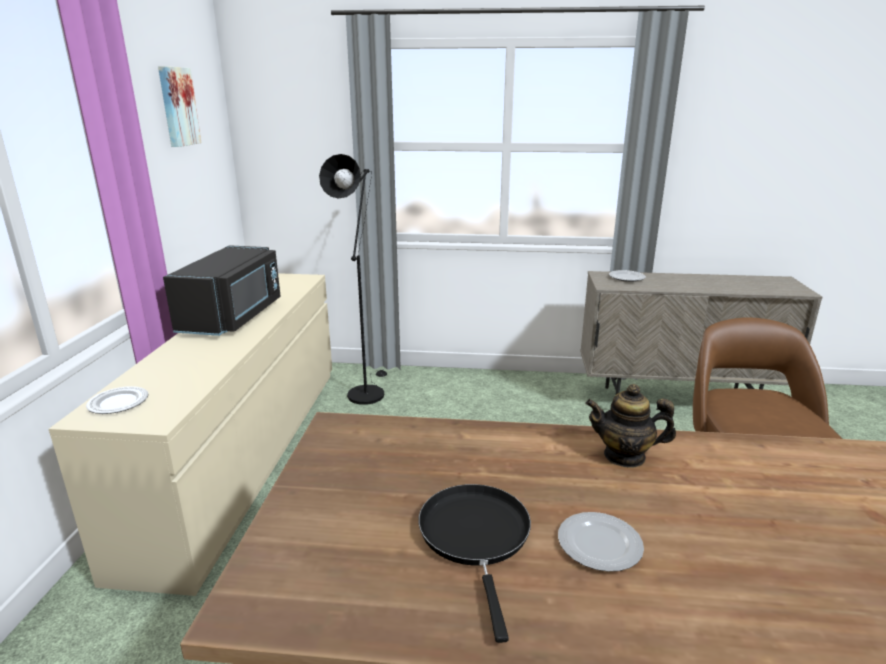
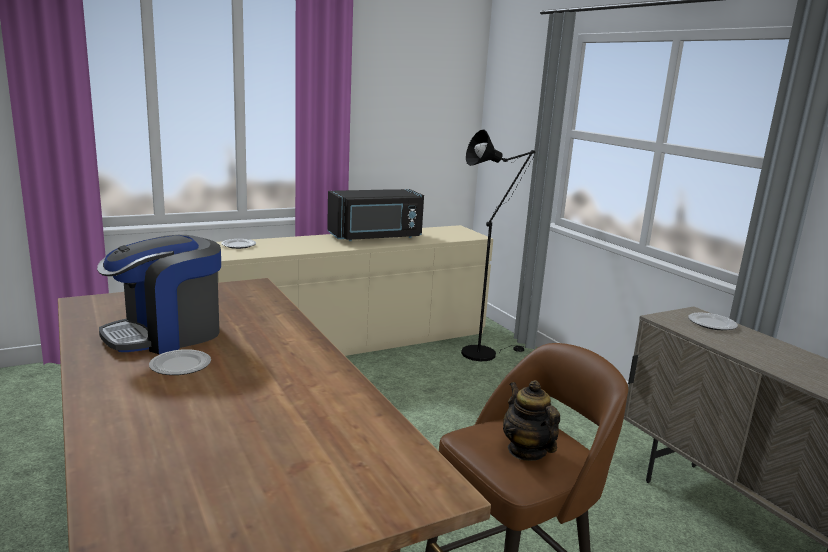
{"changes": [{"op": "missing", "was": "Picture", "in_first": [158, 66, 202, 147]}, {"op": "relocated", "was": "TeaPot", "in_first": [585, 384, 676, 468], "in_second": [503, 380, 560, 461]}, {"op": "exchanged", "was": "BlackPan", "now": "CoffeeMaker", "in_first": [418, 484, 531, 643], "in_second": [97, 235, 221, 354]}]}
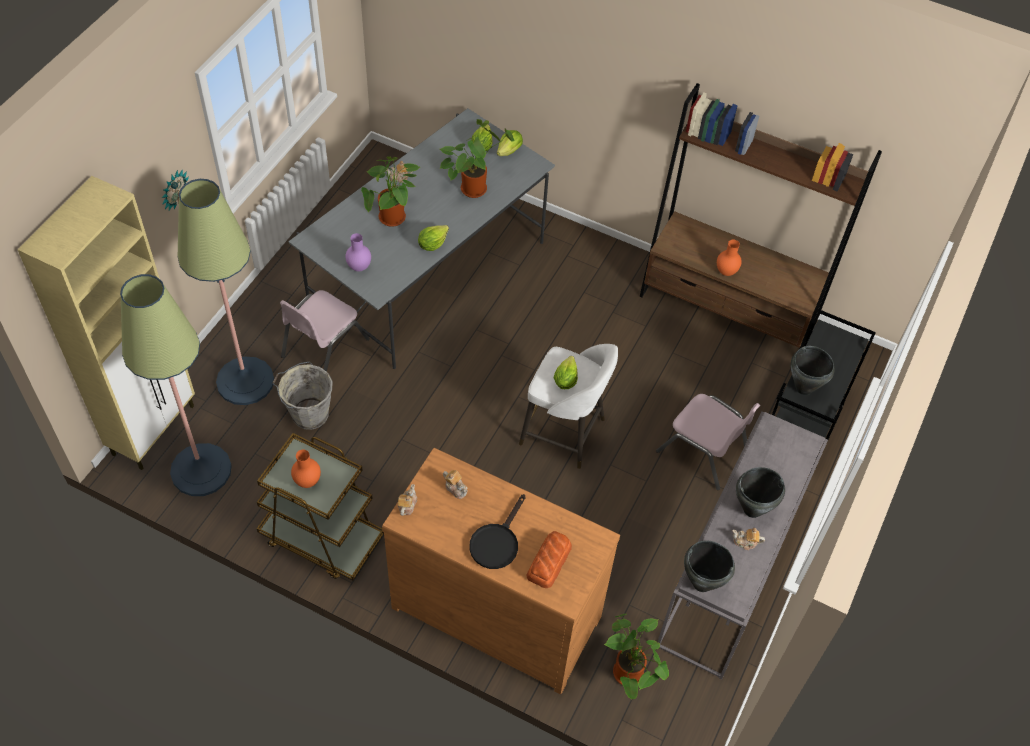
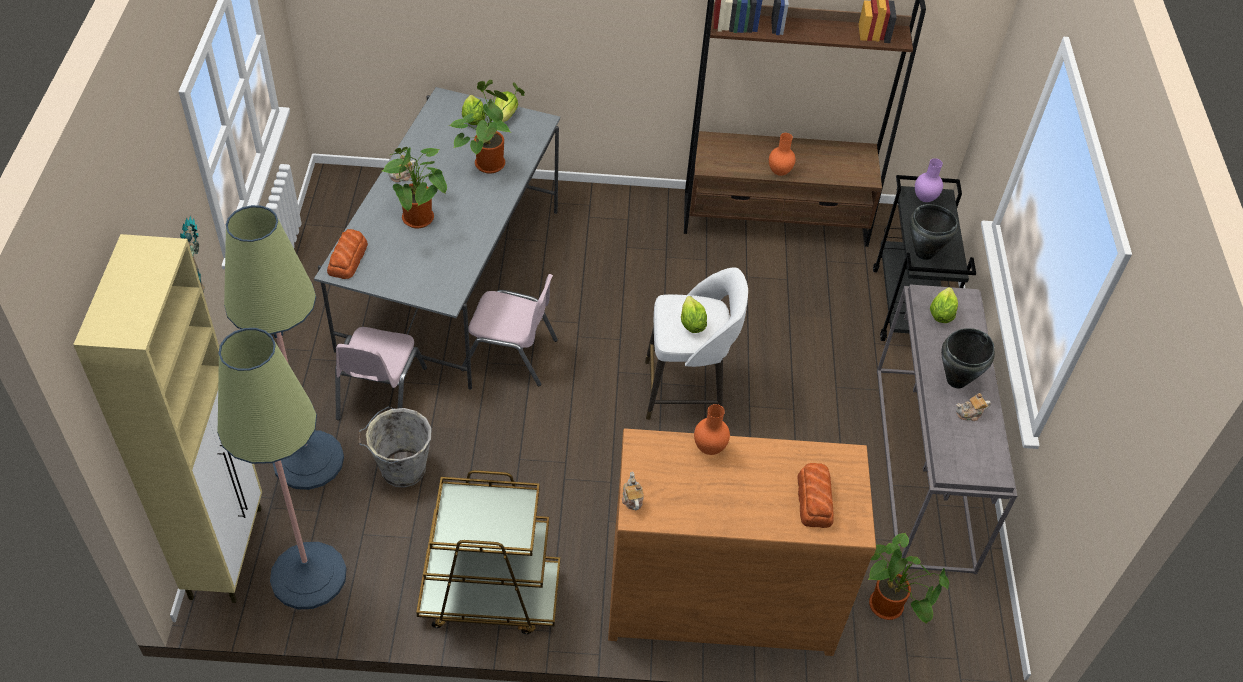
{"changes": [{"op": "relocated", "was": "LettuceHead", "in_first": [418, 225, 449, 251], "in_second": [930, 287, 958, 323]}, {"op": "relocated", "was": "PurpleColouredFlowerVase", "in_first": [345, 233, 371, 271], "in_second": [915, 158, 943, 202]}, {"op": "relocated", "was": "PinkishPlainChair", "in_first": [656, 394, 760, 490], "in_second": [461, 274, 558, 386]}, {"op": "relocated", "was": "OrangeyFlowerVase", "in_first": [291, 449, 321, 488], "in_second": [694, 404, 730, 455]}, {"op": "missing", "was": "TeaPot", "in_first": [443, 470, 468, 499]}, {"op": "missing", "was": "BlackPan", "in_first": [469, 494, 526, 569]}, {"op": "missing", "was": "BlackStockpot", "in_first": [684, 540, 735, 592]}, {"op": "appeared", "now": "BakeryBread", "in_second": [327, 229, 368, 279]}]}
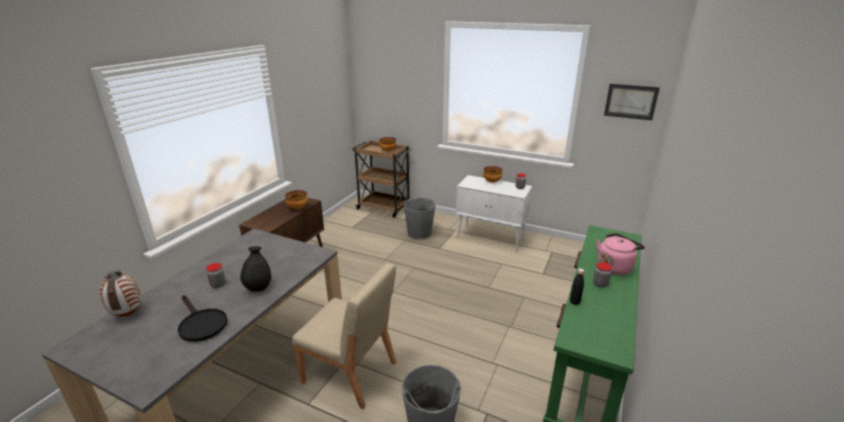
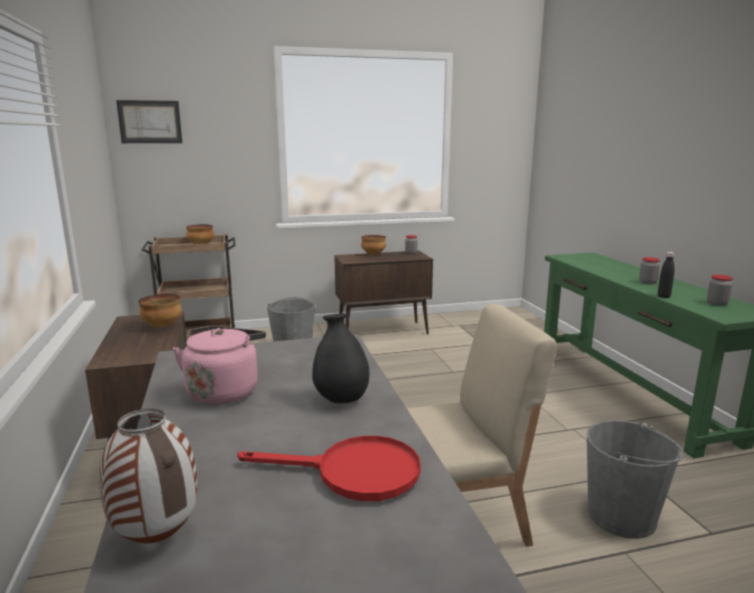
{"changes": [{"op": "relocated", "was": "Picture", "in_first": [604, 84, 660, 120], "in_second": [116, 100, 182, 143]}, {"op": "colour", "was": "WhitishCupboard", "now": "BrownishCupboard", "in_first": [456, 175, 532, 251], "in_second": [334, 251, 433, 335]}, {"op": "relocated", "was": "PinkishWaterKettle", "in_first": [596, 233, 645, 275], "in_second": [173, 326, 266, 405]}, {"op": "relocated", "was": "StorageJar", "in_first": [206, 263, 226, 288], "in_second": [707, 275, 733, 306]}, {"op": "colour", "was": "BlackPan", "now": "RedColouredPan", "in_first": [178, 295, 228, 342], "in_second": [237, 436, 421, 501]}]}
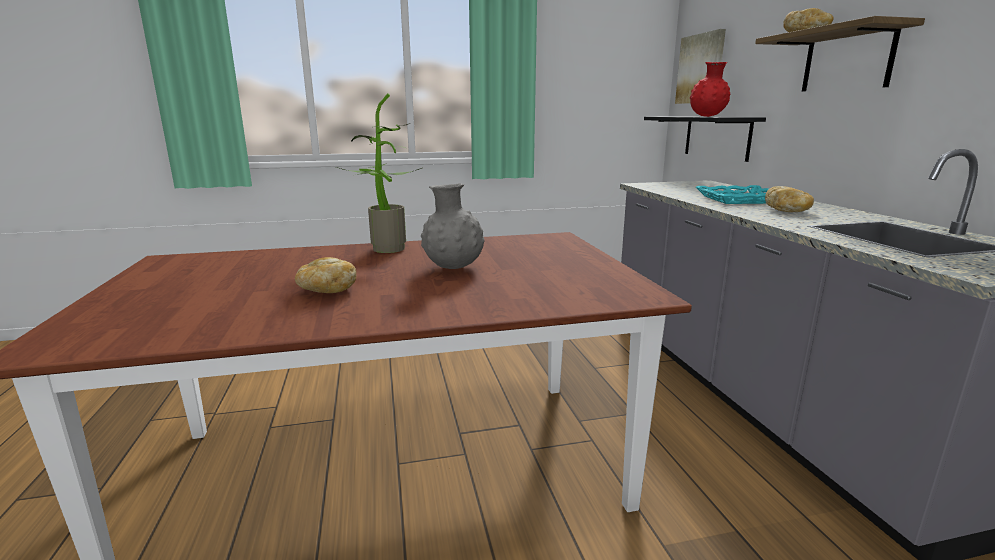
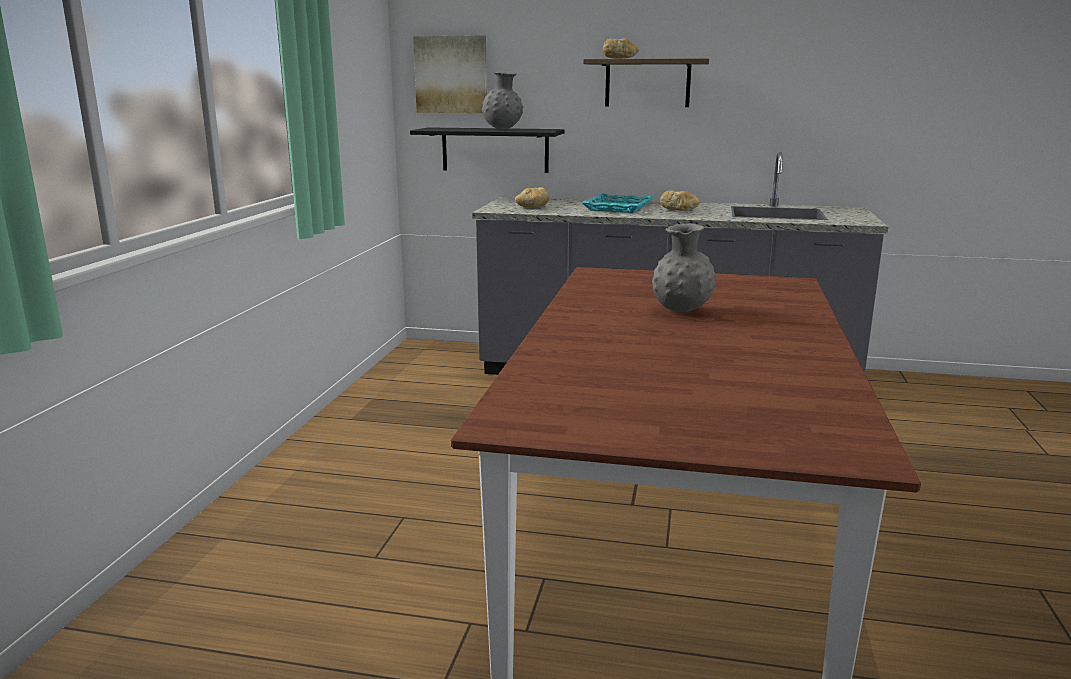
{"changes": [{"op": "colour", "was": "RedColouredFlowerVase", "now": "GrayFlowerVase", "in_first": [690, 62, 730, 117], "in_second": [482, 72, 523, 130]}, {"op": "missing", "was": "PlantInAPot", "in_first": [336, 93, 421, 253]}, {"op": "relocated", "was": "BakeryBread", "in_first": [295, 257, 356, 293], "in_second": [515, 187, 549, 208]}]}
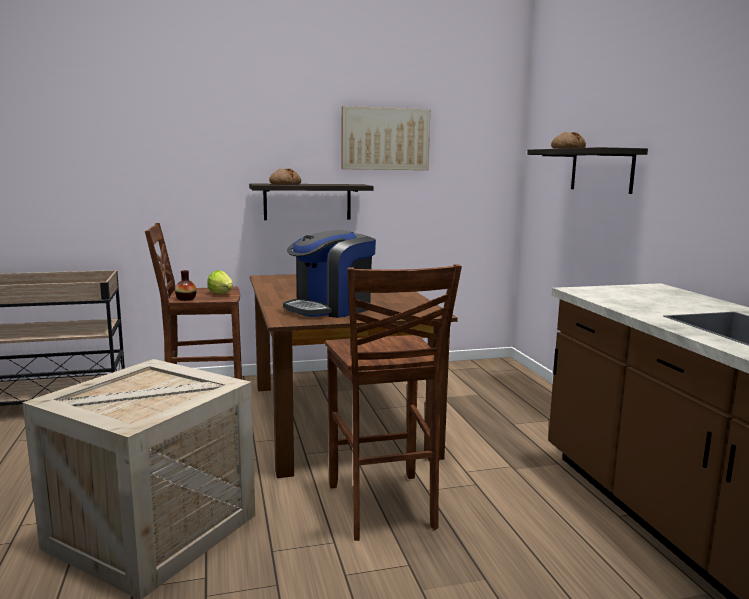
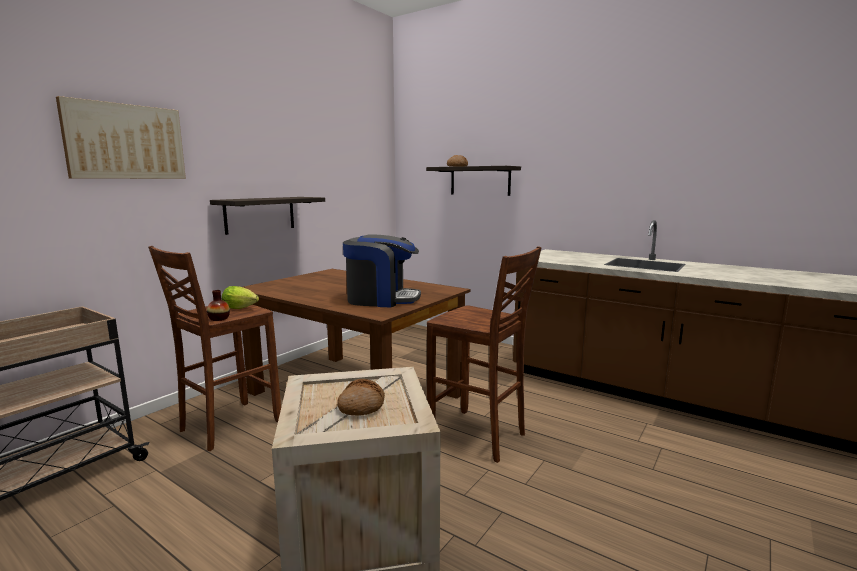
{"changes": [{"op": "relocated", "was": "Picture", "in_first": [341, 106, 430, 170], "in_second": [56, 96, 186, 179]}, {"op": "relocated", "was": "BakeryBread", "in_first": [269, 168, 301, 185], "in_second": [337, 379, 385, 416]}, {"op": "spun", "was": "CoffeeMaker", "in_first": [283, 230, 376, 318], "in_second": [343, 234, 421, 307], "clockwise": -90}]}
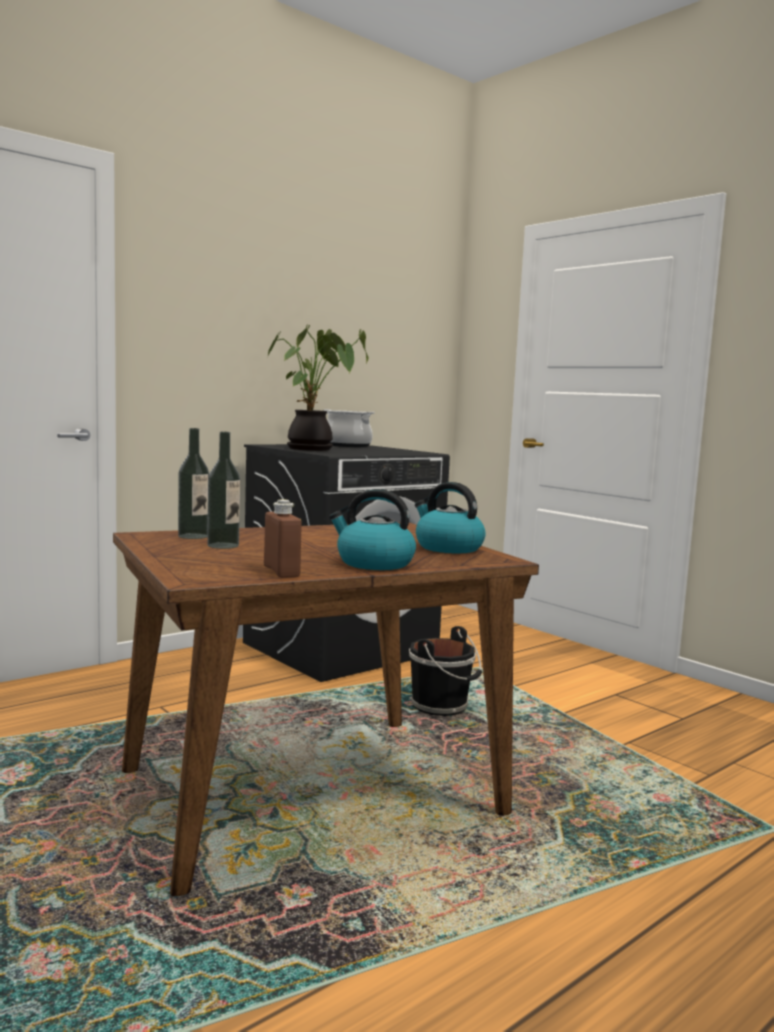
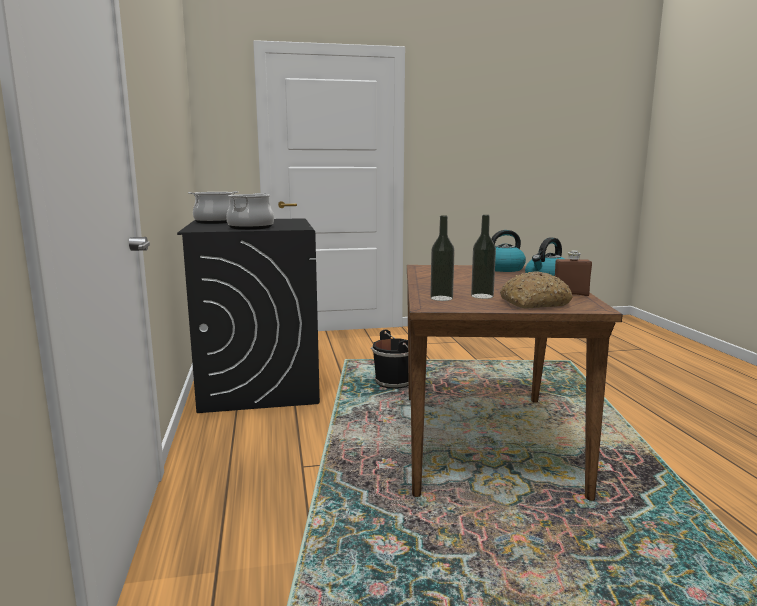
{"changes": [{"op": "exchanged", "was": "PlantInAPot", "now": "Stockpot", "in_first": [268, 325, 369, 451], "in_second": [226, 193, 274, 230]}, {"op": "appeared", "now": "BakeryBread", "in_second": [500, 271, 573, 308]}]}
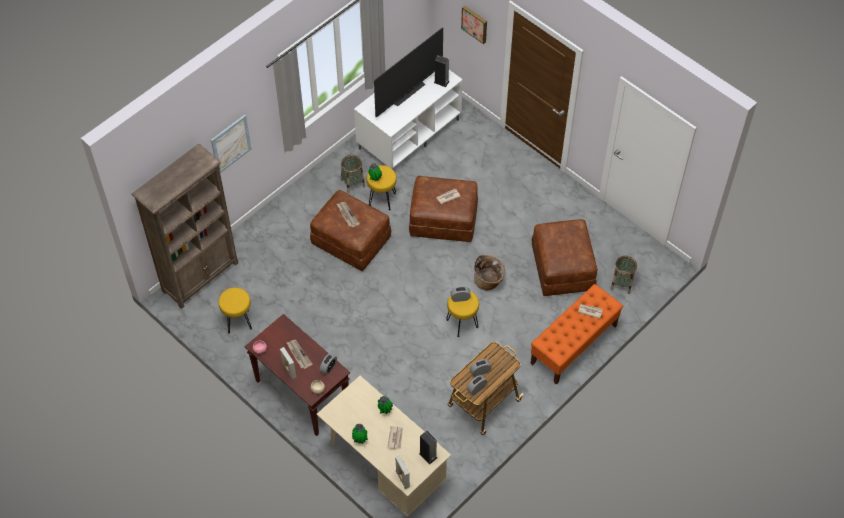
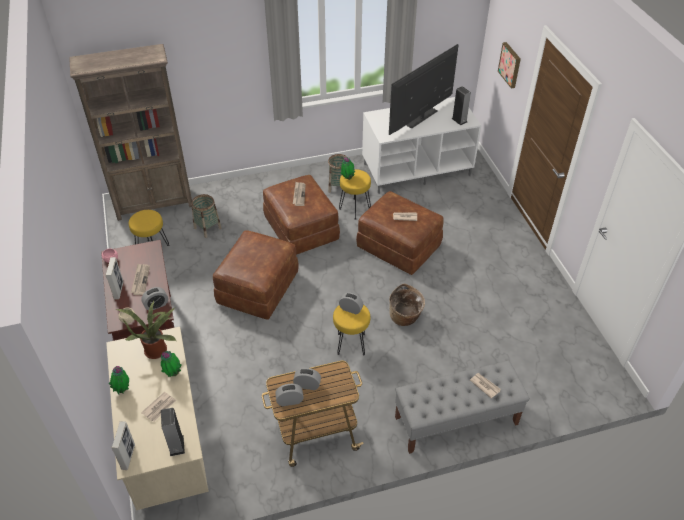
{"changes": [{"op": "spun", "was": "Television", "in_first": [374, 27, 443, 118], "in_second": [389, 44, 459, 135], "clockwise": 150}, {"op": "missing", "was": "Picture", "in_first": [211, 115, 252, 173]}, {"op": "relocated", "was": "BrownishOttoman", "in_first": [532, 219, 597, 296], "in_second": [213, 230, 299, 320]}, {"op": "relocated", "was": "StorageBasket", "in_first": [610, 256, 637, 294], "in_second": [191, 194, 221, 238]}, {"op": "colour", "was": "OrangeyLongSeat", "now": "GrayLongSeat", "in_first": [530, 284, 623, 385], "in_second": [395, 360, 530, 454]}, {"op": "appeared", "now": "PlantInAPot", "in_second": [116, 301, 176, 359]}]}
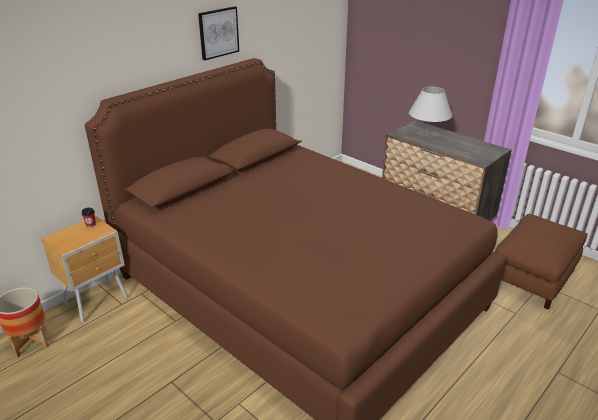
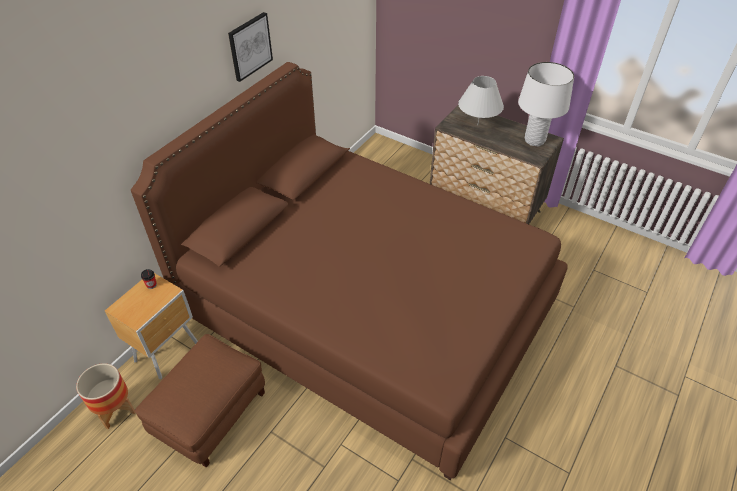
{"changes": [{"op": "relocated", "was": "BrownishOttoman", "in_first": [495, 214, 588, 309], "in_second": [135, 334, 265, 468]}, {"op": "appeared", "now": "WhitishLampForATable", "in_second": [518, 62, 574, 146]}]}
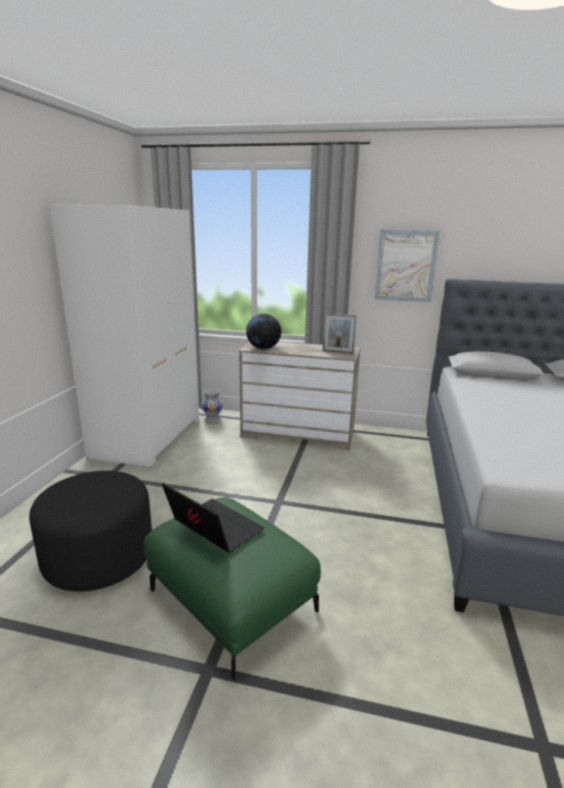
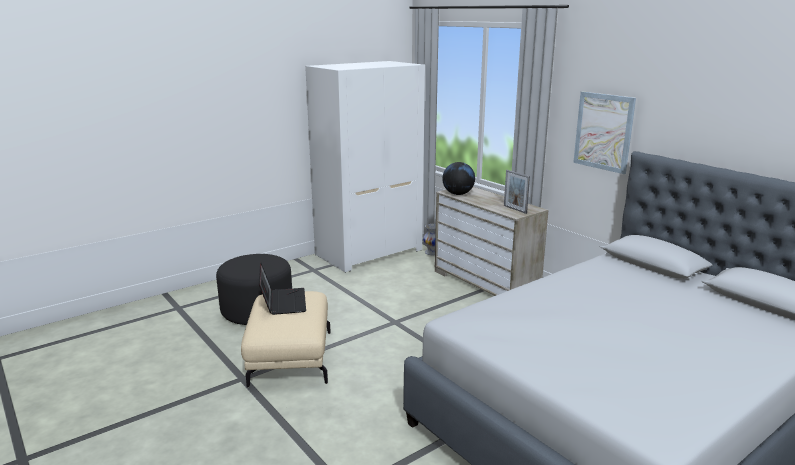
{"changes": [{"op": "colour", "was": "GreenOttoman", "now": "BeigeColouredOttoman", "in_first": [144, 497, 321, 679], "in_second": [241, 291, 331, 387]}]}
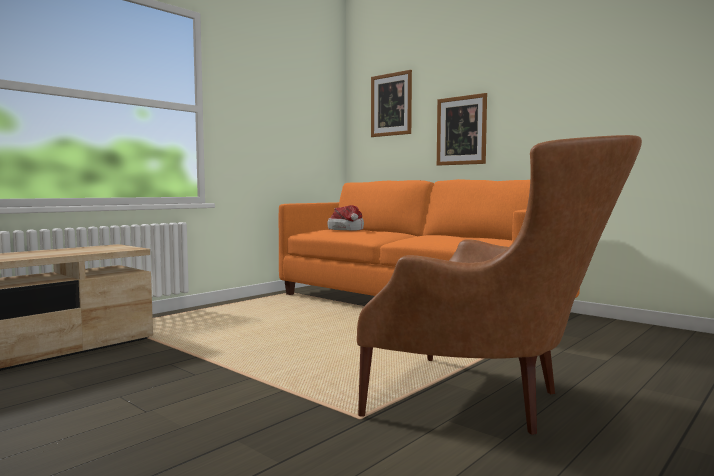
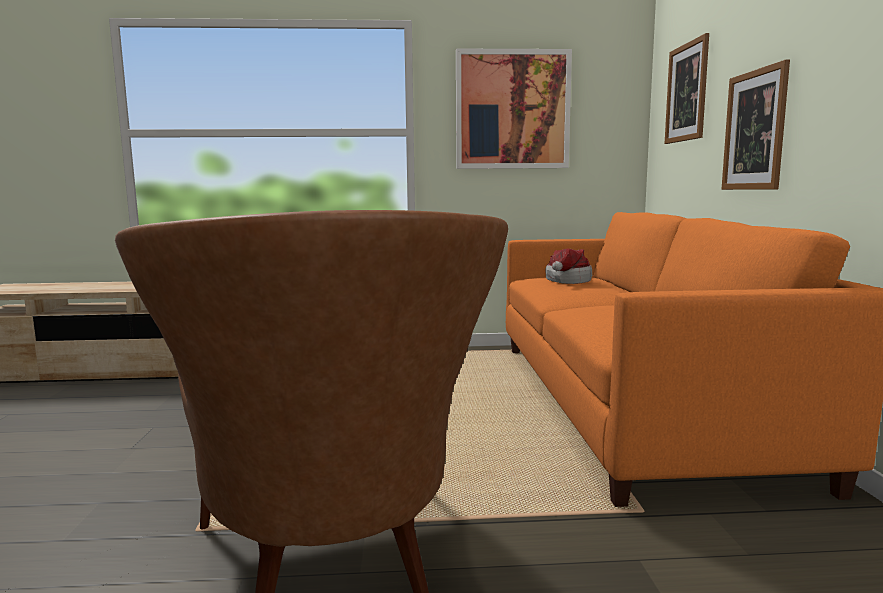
{"changes": [{"op": "appeared", "now": "Picture", "in_second": [456, 49, 572, 169]}]}
